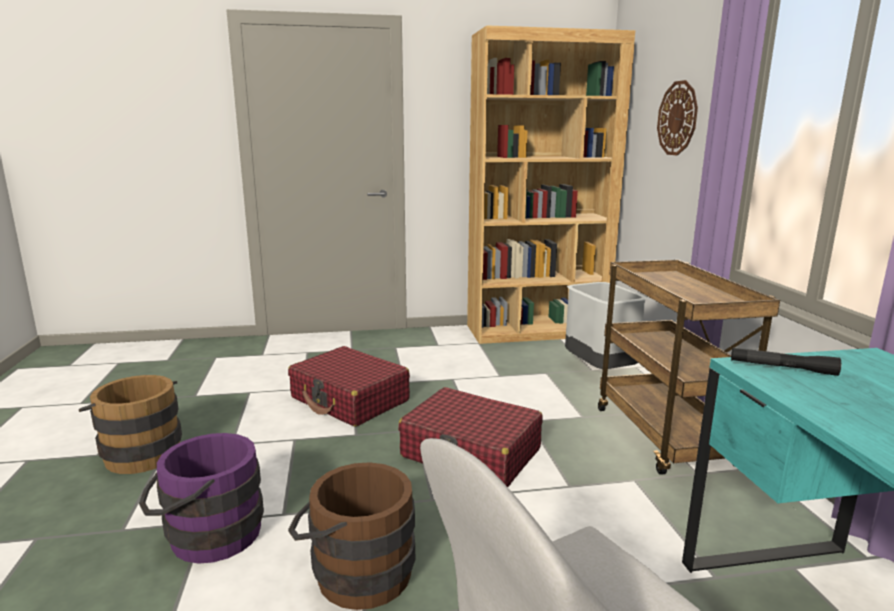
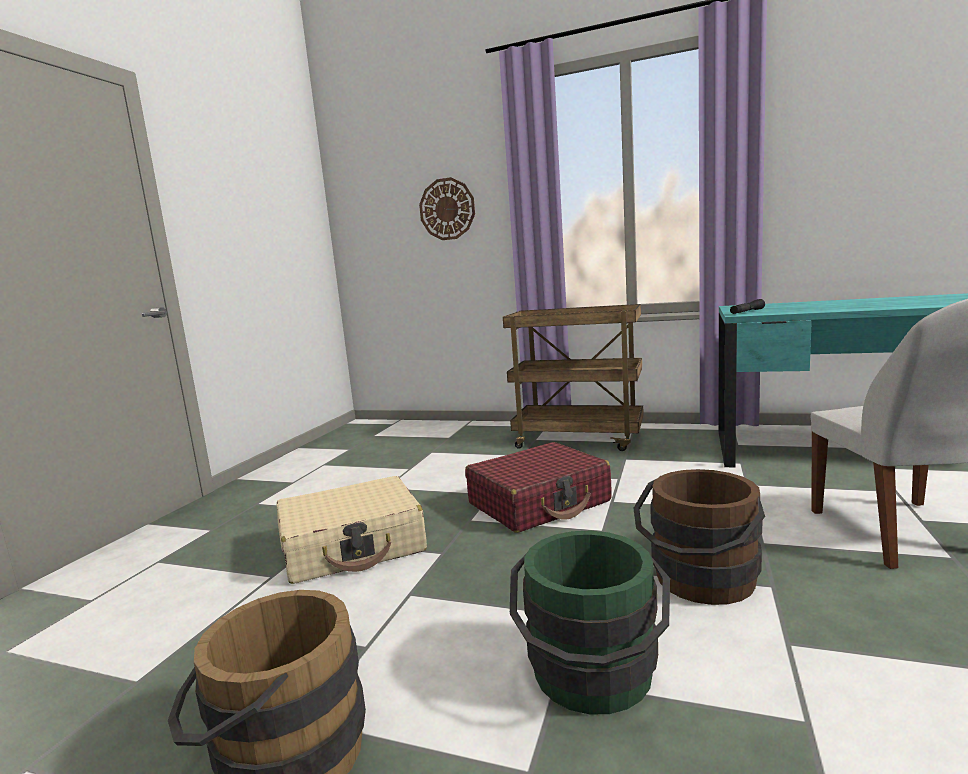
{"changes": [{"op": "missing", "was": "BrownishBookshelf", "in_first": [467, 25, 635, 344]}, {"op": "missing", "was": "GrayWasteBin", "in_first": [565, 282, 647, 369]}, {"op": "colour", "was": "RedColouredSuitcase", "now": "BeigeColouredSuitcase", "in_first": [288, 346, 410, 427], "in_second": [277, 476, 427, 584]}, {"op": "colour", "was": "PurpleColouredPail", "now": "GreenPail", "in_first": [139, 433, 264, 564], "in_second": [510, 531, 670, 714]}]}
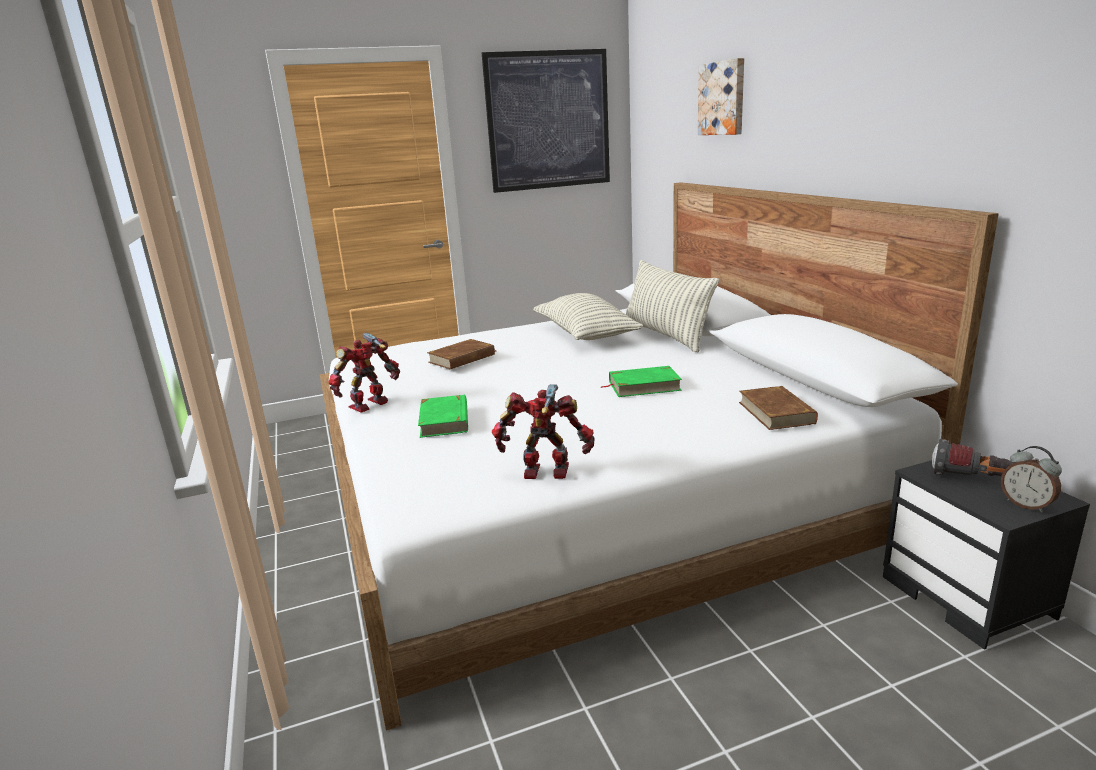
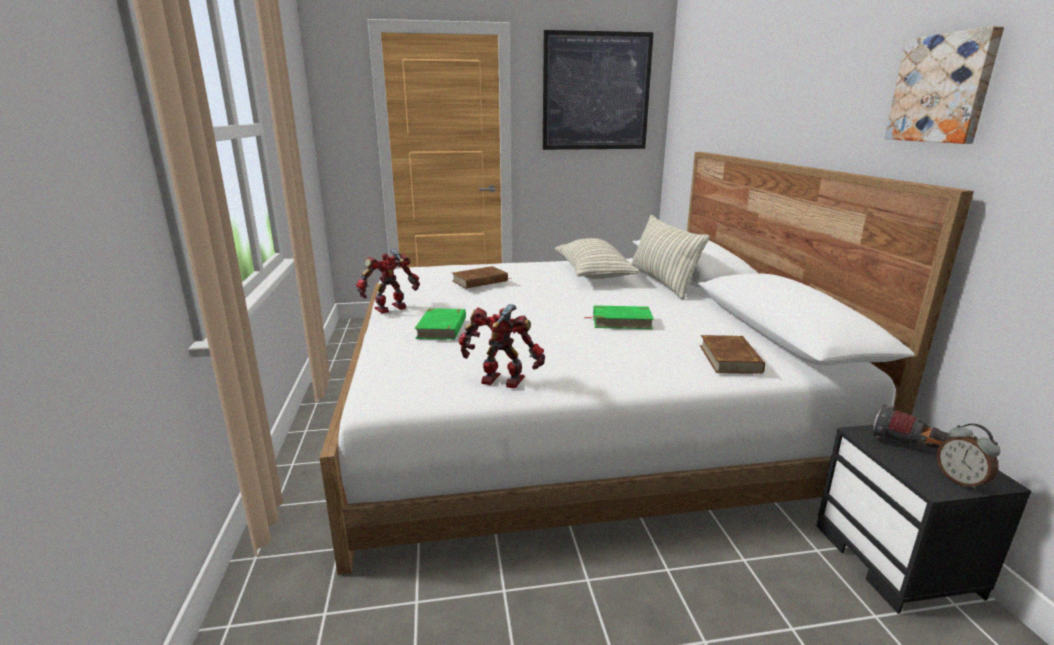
{"changes": [{"op": "relocated", "was": "Picture", "in_first": [698, 58, 744, 135], "in_second": [885, 26, 1004, 144]}]}
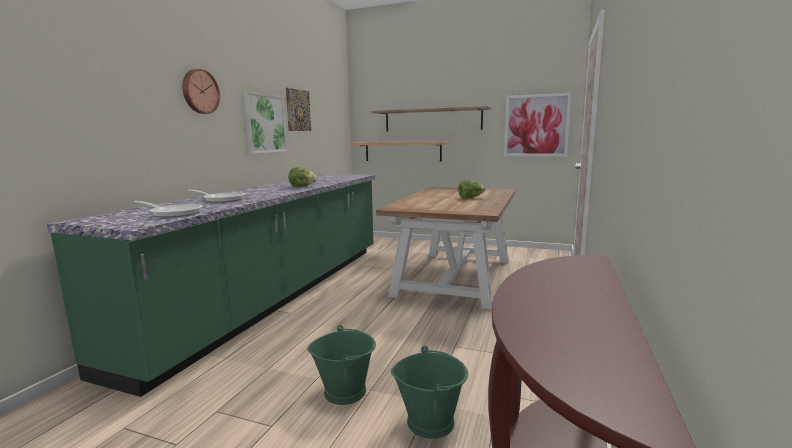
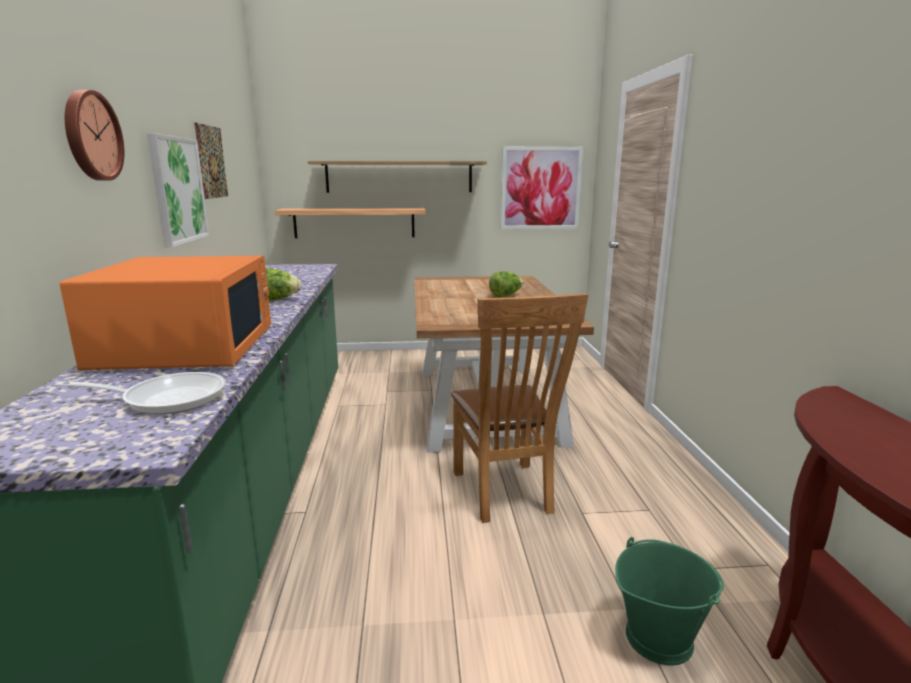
{"changes": [{"op": "exchanged", "was": "Pan", "now": "OrangeyMicrowave", "in_first": [188, 189, 245, 202], "in_second": [60, 256, 271, 370]}, {"op": "missing", "was": "GreenPail", "in_first": [307, 325, 376, 405]}, {"op": "appeared", "now": "BrownishPlainChair", "in_second": [451, 293, 588, 523]}]}
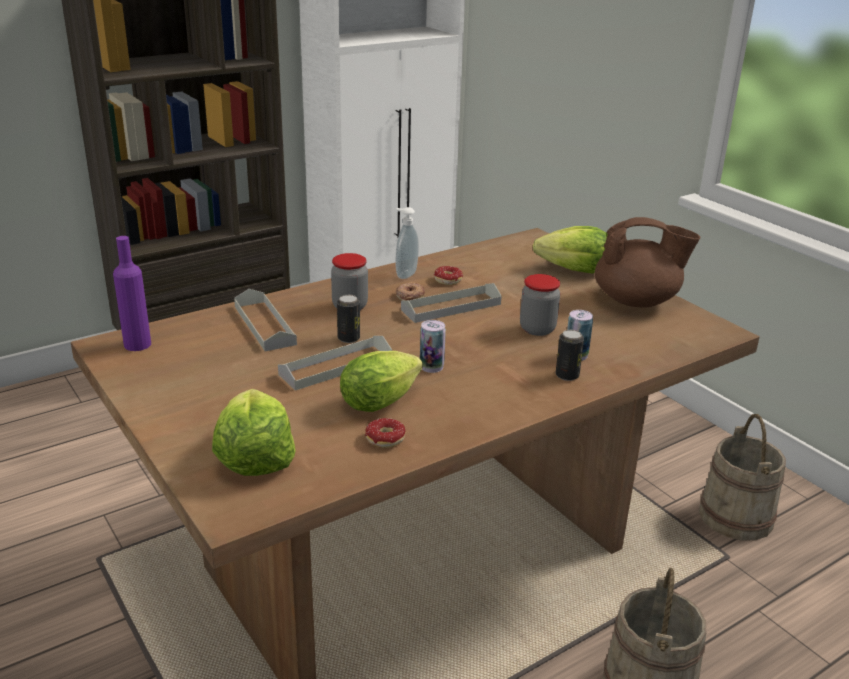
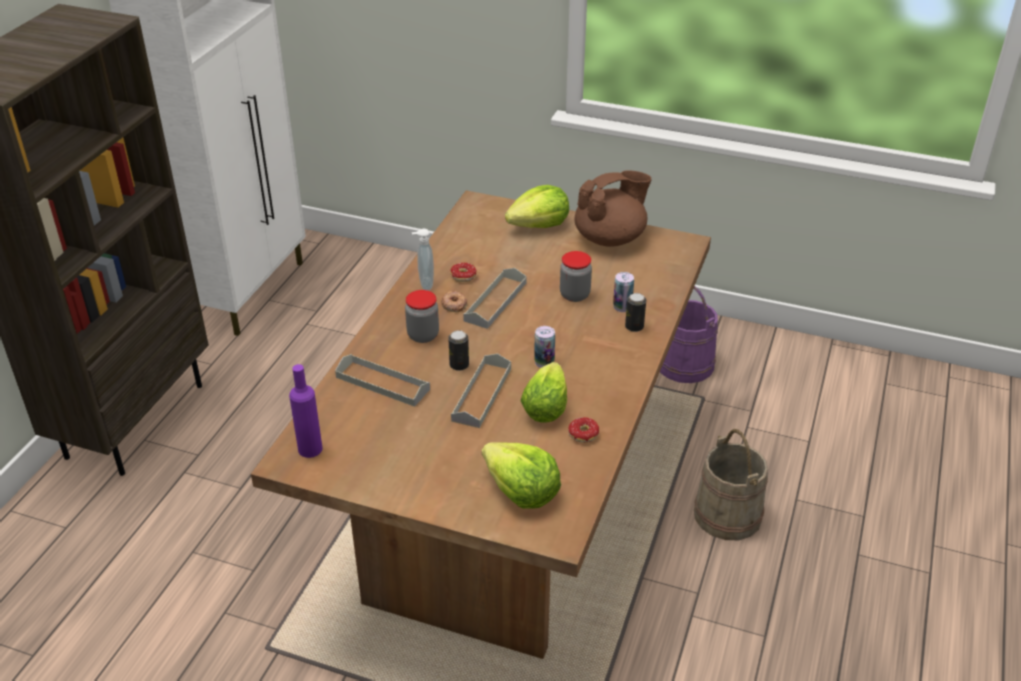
{"changes": [{"op": "colour", "was": "BeigeColouredPail", "now": "PurpleColouredPail", "in_first": [699, 414, 786, 541], "in_second": [660, 286, 718, 383]}]}
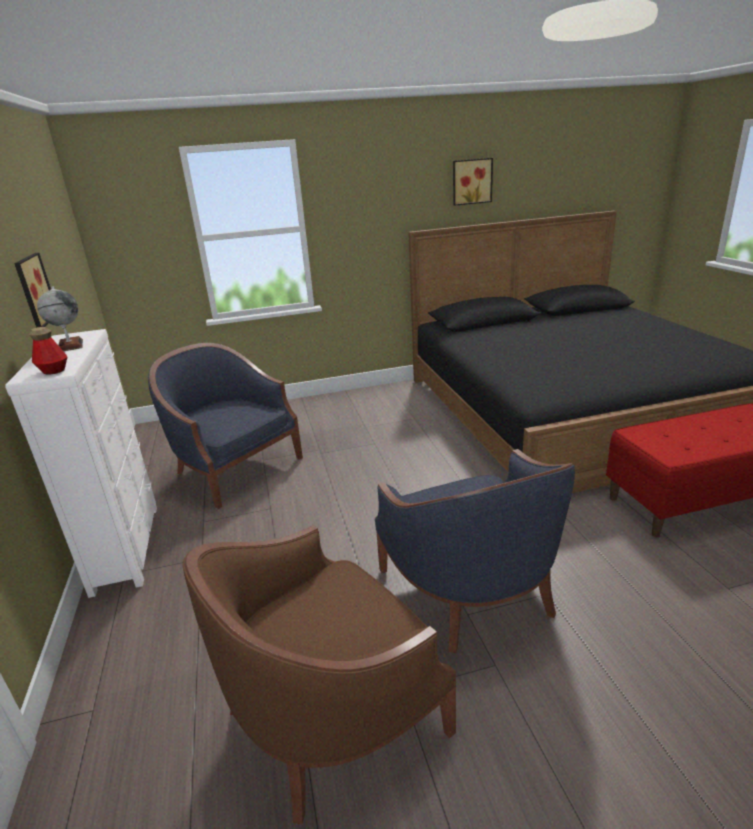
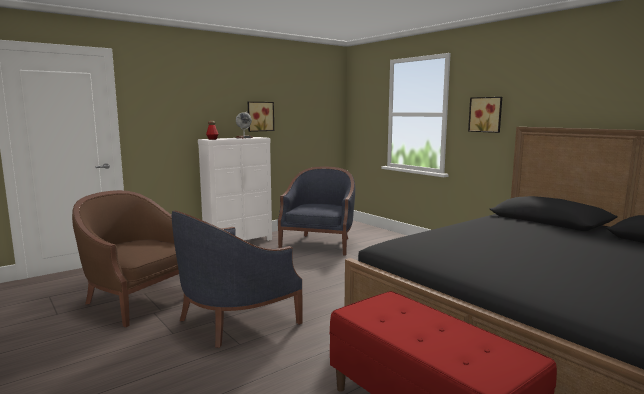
{"changes": [{"op": "relocated", "was": "Picture", "in_first": [453, 158, 493, 206], "in_second": [468, 97, 502, 133]}]}
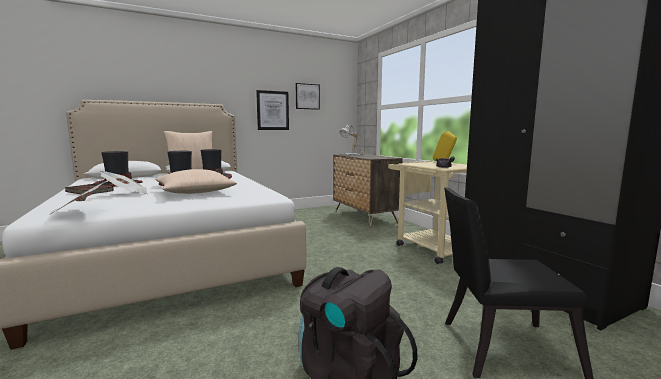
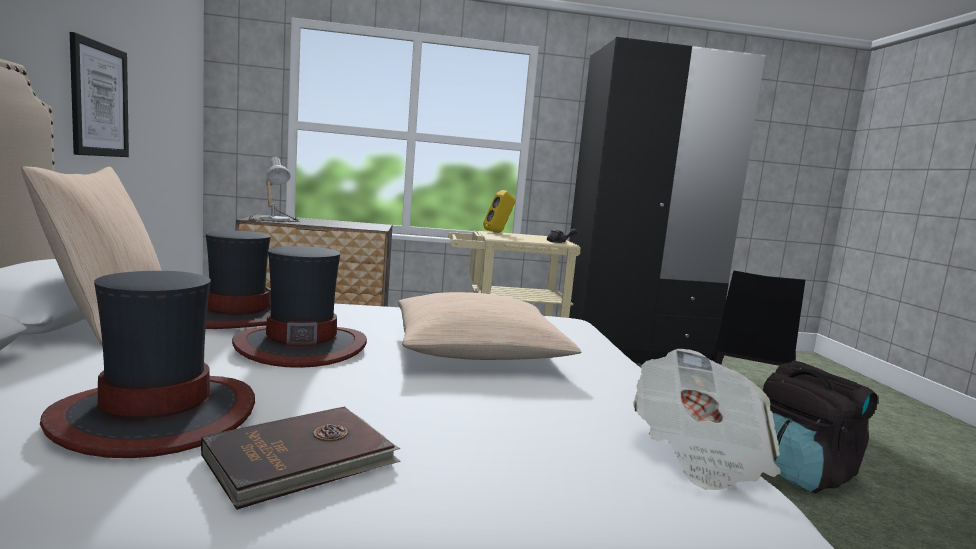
{"changes": [{"op": "missing", "was": "Picture", "in_first": [296, 83, 320, 110]}, {"op": "missing", "was": "PrintedPaper", "in_first": [99, 170, 148, 194]}]}
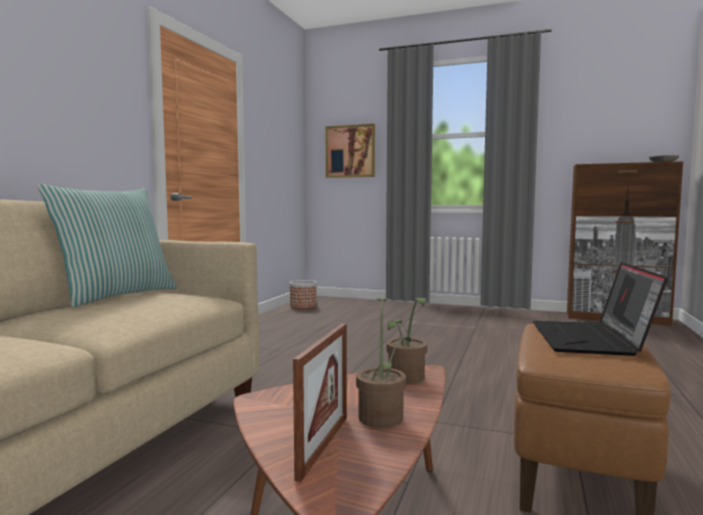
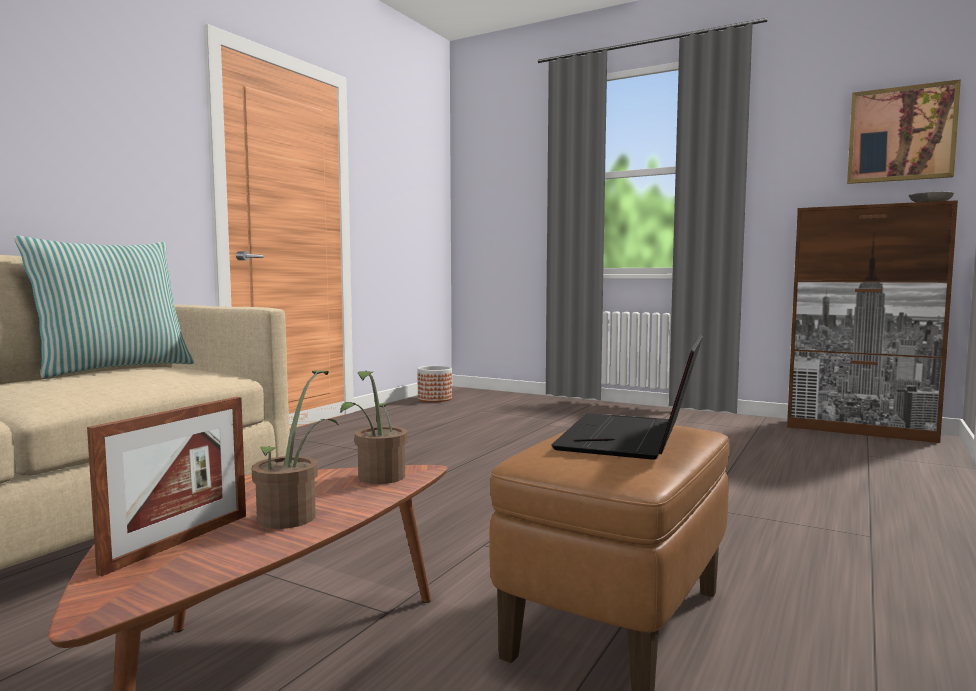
{"changes": [{"op": "relocated", "was": "Picture", "in_first": [326, 124, 375, 178], "in_second": [847, 79, 961, 184]}]}
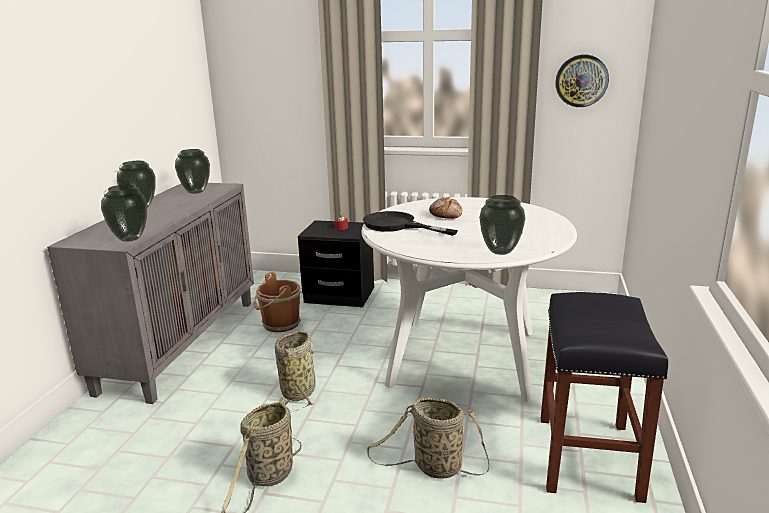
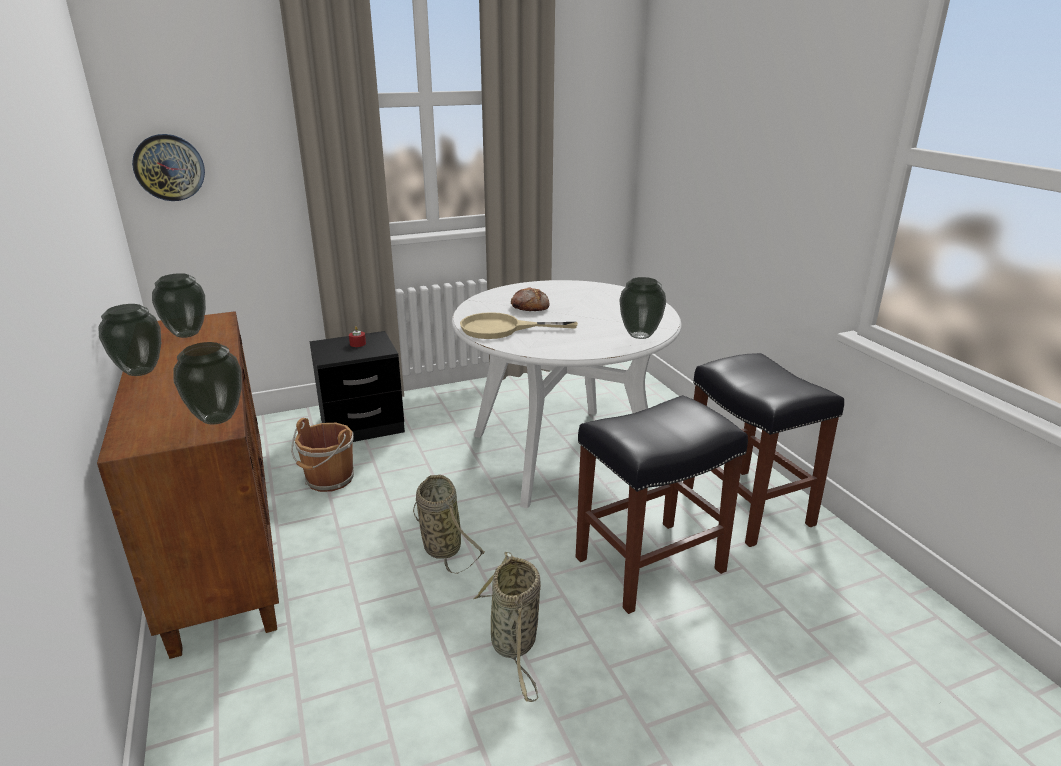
{"changes": [{"op": "relocated", "was": "ClockOnTheWall", "in_first": [555, 55, 609, 107], "in_second": [132, 134, 205, 201]}, {"op": "colour", "was": "GrayCupboard", "now": "BrownishCupboard", "in_first": [47, 183, 254, 404], "in_second": [97, 311, 279, 659]}, {"op": "colour", "was": "BlackPan", "now": "BeigeColouredPan", "in_first": [363, 211, 458, 236], "in_second": [460, 312, 578, 339]}, {"op": "exchanged", "was": "StorageBasket", "now": "BlackStool", "in_first": [367, 397, 489, 479], "in_second": [576, 395, 748, 614]}]}
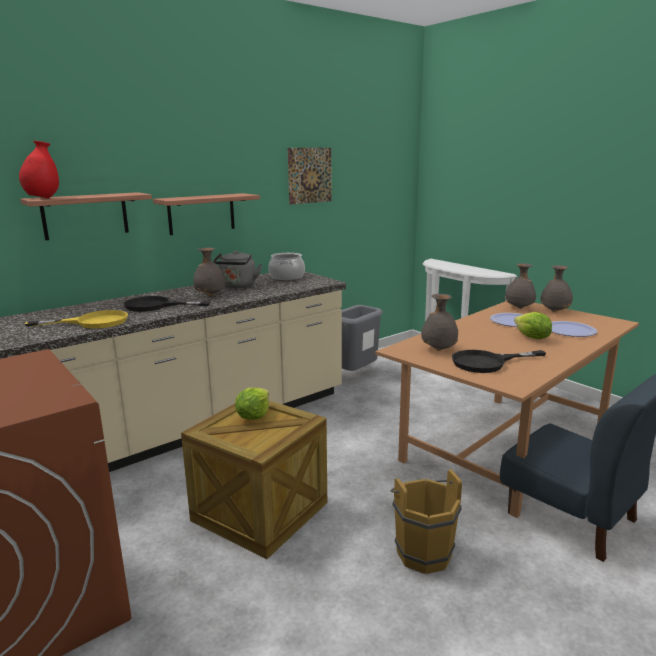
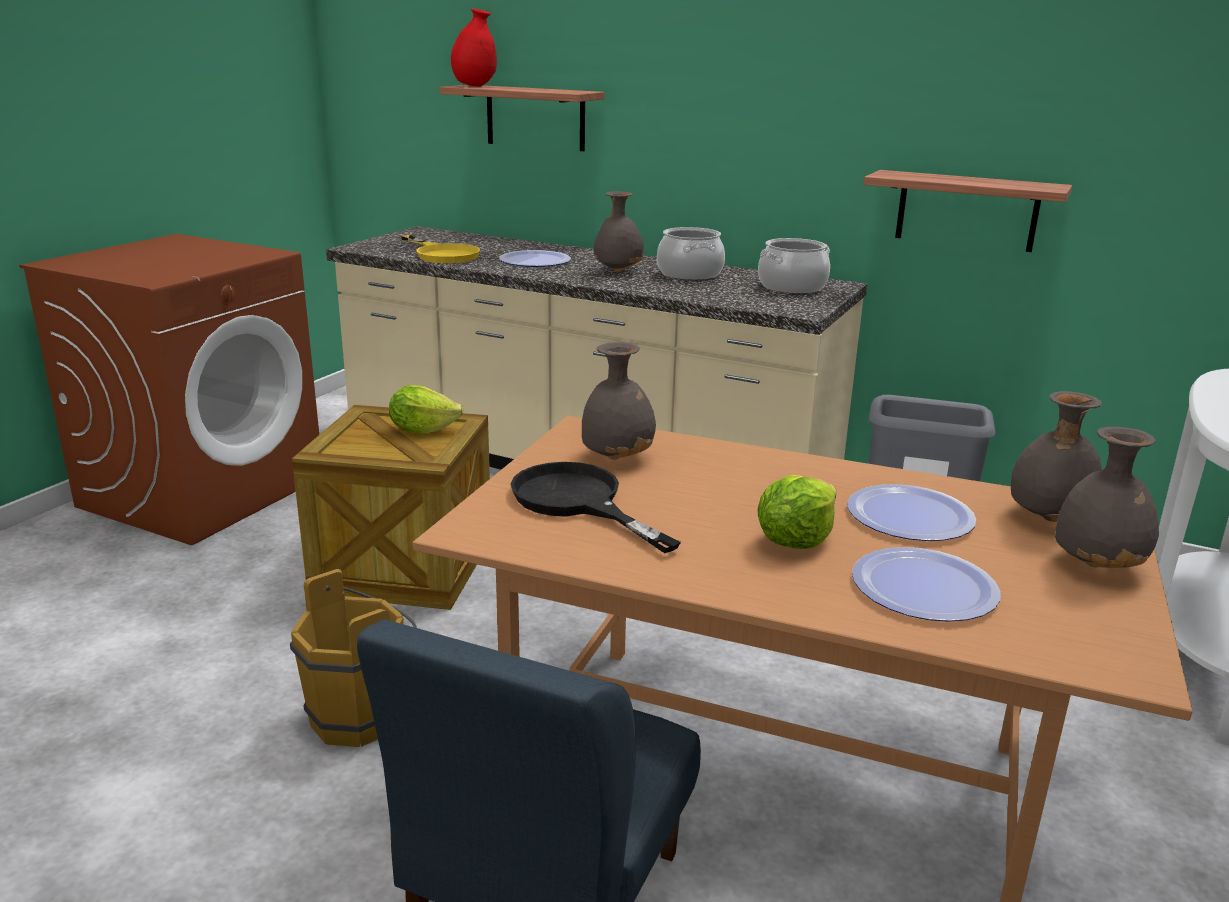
{"changes": [{"op": "missing", "was": "Picture", "in_first": [288, 148, 332, 204]}, {"op": "relocated", "was": "WallShelf", "in_first": [153, 193, 260, 235], "in_second": [864, 170, 1072, 252]}, {"op": "exchanged", "was": "GrayWaterKettle", "now": "Stockpot", "in_first": [213, 251, 262, 288], "in_second": [657, 227, 725, 280]}, {"op": "exchanged", "was": "BlackPan", "now": "DinnerPlate", "in_first": [124, 296, 210, 312], "in_second": [499, 250, 571, 267]}]}
